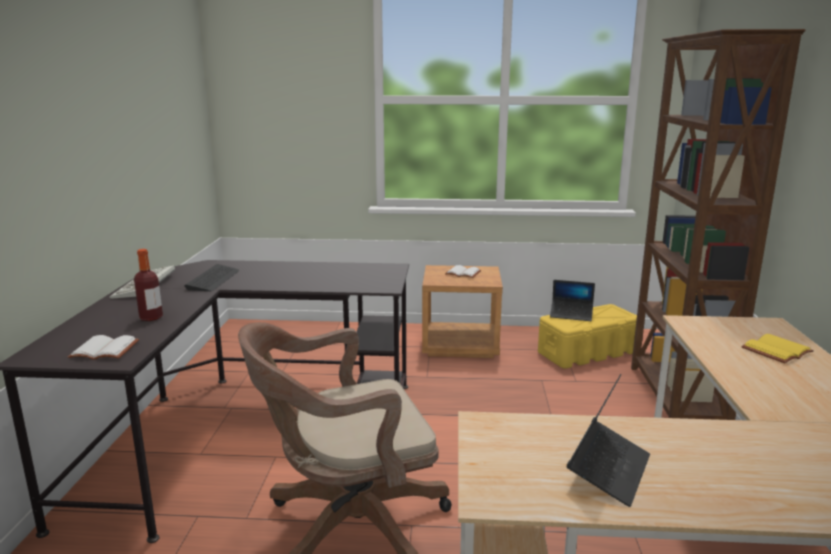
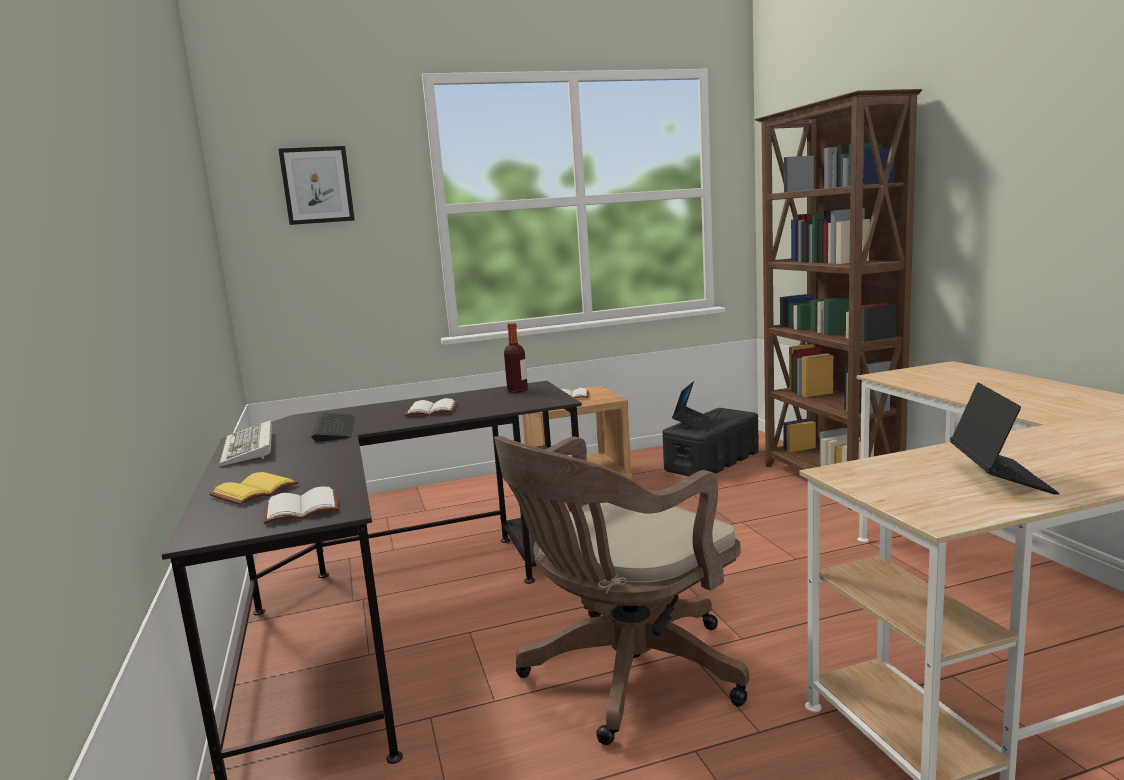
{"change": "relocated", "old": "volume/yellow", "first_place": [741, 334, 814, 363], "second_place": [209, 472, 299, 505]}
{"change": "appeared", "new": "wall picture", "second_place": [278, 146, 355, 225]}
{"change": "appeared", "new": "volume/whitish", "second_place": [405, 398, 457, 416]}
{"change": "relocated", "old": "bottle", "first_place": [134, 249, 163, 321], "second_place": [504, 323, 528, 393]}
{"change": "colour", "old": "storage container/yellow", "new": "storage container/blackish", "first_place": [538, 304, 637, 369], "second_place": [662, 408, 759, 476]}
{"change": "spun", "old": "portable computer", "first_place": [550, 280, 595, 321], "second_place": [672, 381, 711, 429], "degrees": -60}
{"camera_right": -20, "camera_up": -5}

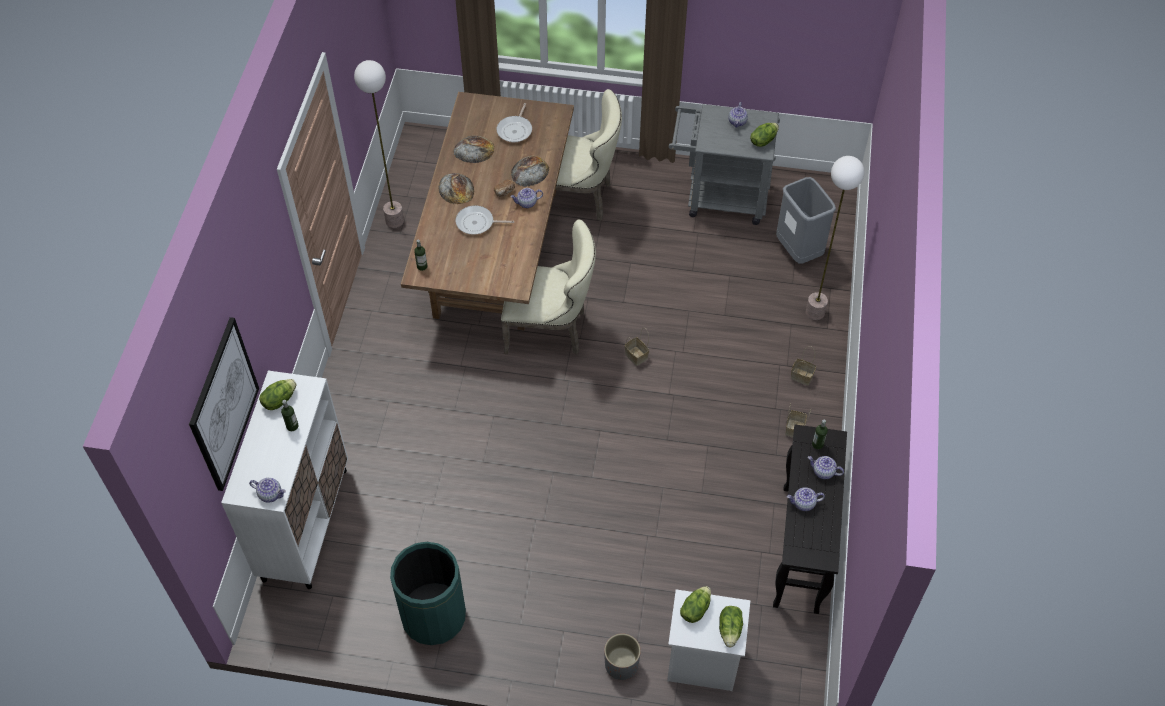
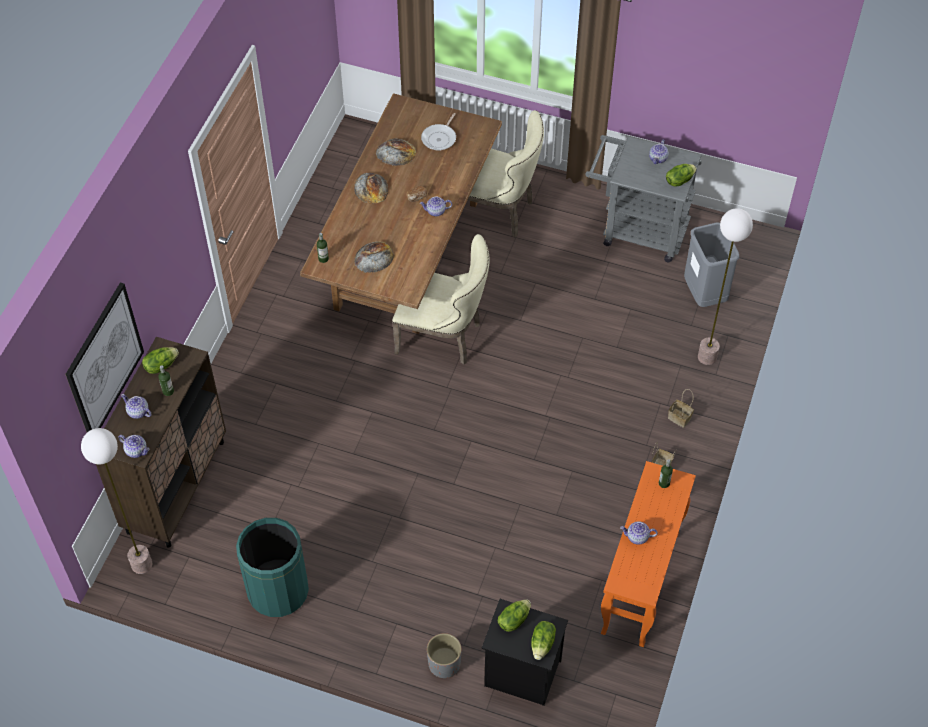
{"change": "relocated", "old": "standing lamp", "first_place": [354, 60, 404, 228], "second_place": [81, 428, 152, 574]}
{"change": "colour", "old": "cupboard/whitish", "new": "cupboard/brown-coloured", "first_place": [221, 371, 348, 589], "second_place": [96, 337, 226, 548]}
{"change": "relocated", "old": "tea pot", "first_place": [808, 456, 844, 479], "second_place": [121, 394, 152, 419]}
{"change": "relocated", "old": "bakery bread", "first_place": [511, 156, 549, 187], "second_place": [355, 241, 394, 273]}
{"change": "colour", "old": "nightstand/whitish", "new": "nightstand/blackish", "first_place": [667, 589, 750, 691], "second_place": [482, 599, 568, 706]}
{"change": "colour", "old": "console table/blackish", "new": "console table/orange", "first_place": [773, 424, 847, 614], "second_place": [601, 461, 696, 647]}
{"change": "missing", "old": "frying pan", "first_place": [456, 205, 514, 235]}
{"change": "missing", "old": "household basket", "first_place": [625, 328, 649, 366]}
{"camera_right": 10, "camera_up": 0}

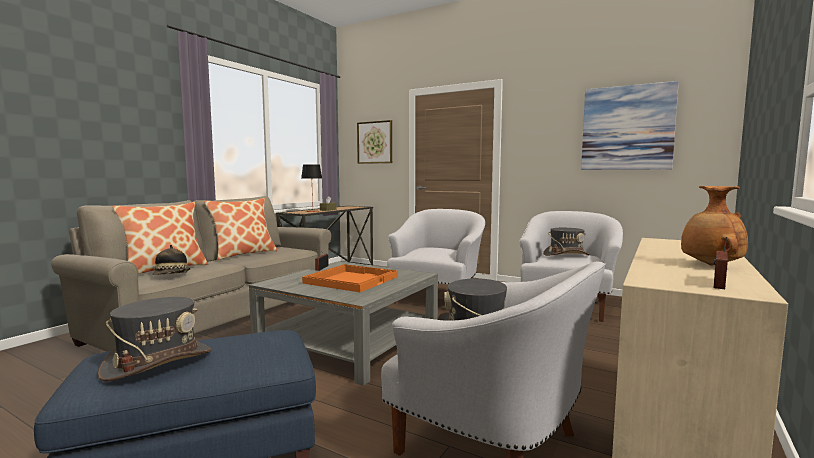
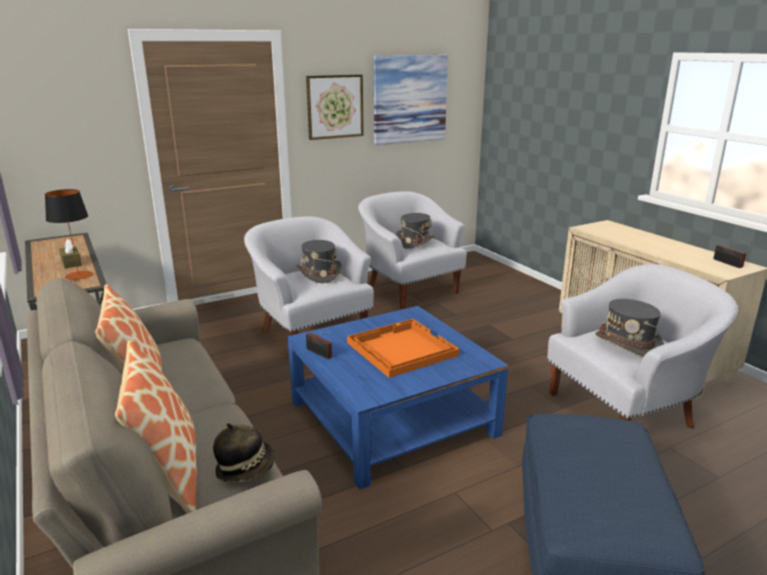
{"change": "colour", "old": "lounge table/grey", "new": "lounge table/bluish", "first_place": [249, 261, 438, 386], "second_place": [288, 306, 509, 490]}
{"change": "relocated", "old": "clothing hat/grey", "first_place": [97, 297, 212, 382], "second_place": [296, 240, 342, 283]}
{"change": "relocated", "old": "wall picture", "first_place": [357, 120, 392, 164], "second_place": [306, 74, 364, 140]}
{"change": "missing", "old": "vase/brown-coloured", "first_place": [681, 186, 748, 265]}
{"camera_right": -60, "camera_up": 15}

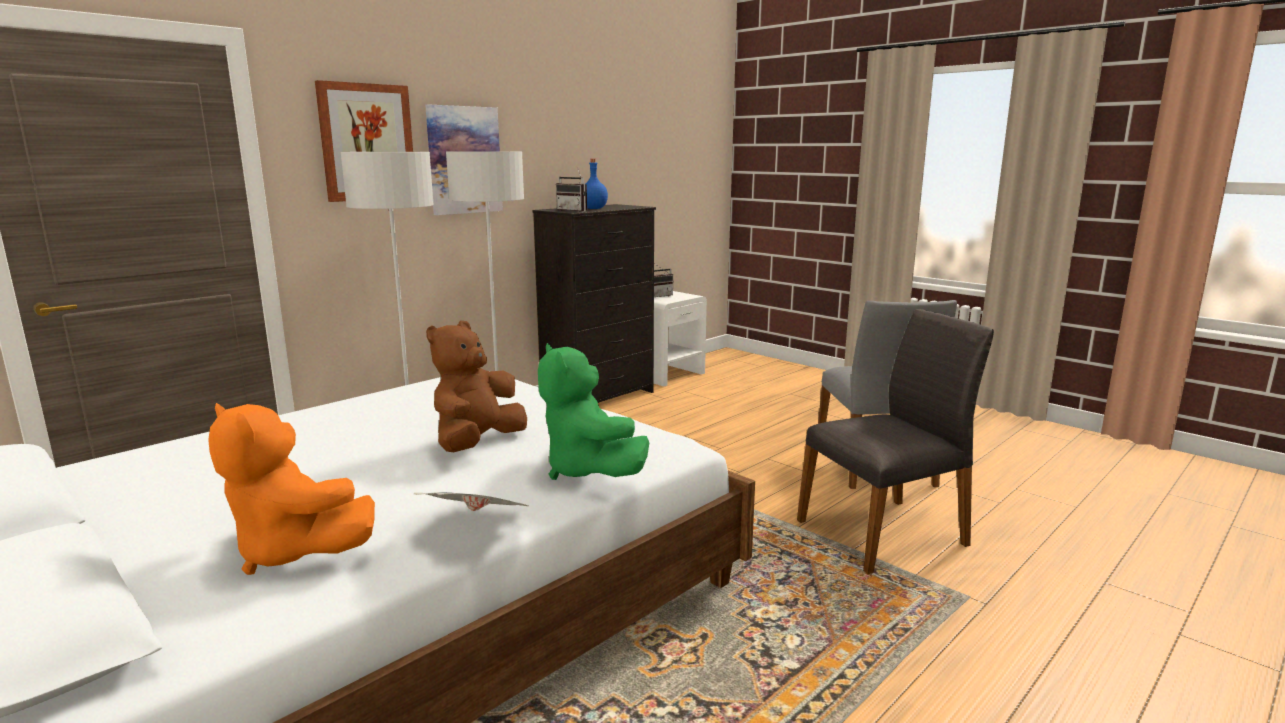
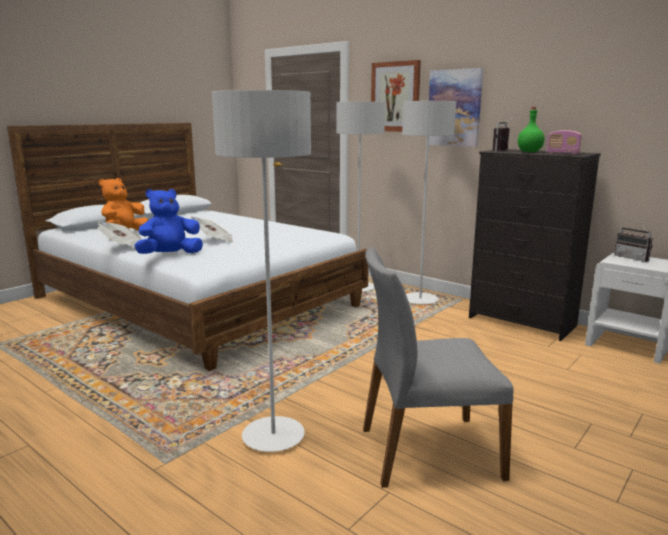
{"change": "colour", "old": "plush toy/green", "new": "plush toy/bluish", "first_place": [538, 343, 649, 480], "second_place": [134, 189, 203, 254]}
{"change": "exchanged", "old": "plush toy/brown-coloured", "new": "daily paper", "first_place": [426, 321, 527, 452], "second_place": [190, 217, 234, 243]}
{"change": "exchanged", "old": "chair/grey", "new": "standing lamp/grey", "first_place": [797, 309, 994, 574], "second_place": [212, 90, 311, 452]}
{"change": "colour", "old": "bottle/bluish", "new": "bottle/green", "first_place": [586, 159, 608, 209], "second_place": [518, 107, 544, 152]}
{"change": "appeared", "new": "radio set", "second_place": [547, 130, 582, 154]}
{"camera_right": 85, "camera_up": 0}

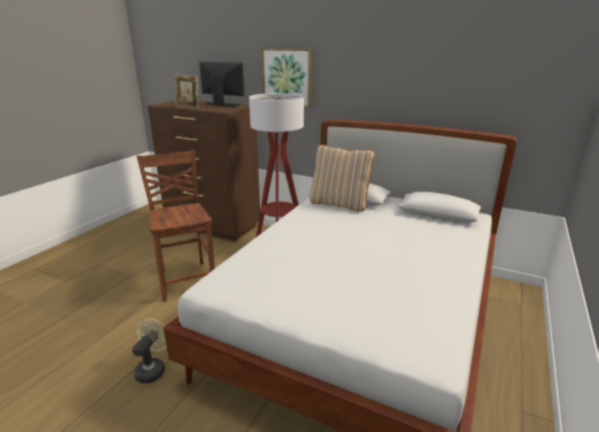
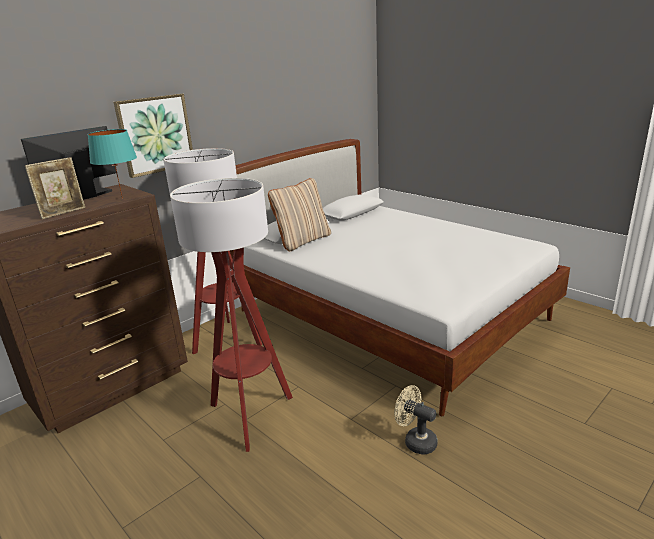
{"change": "appeared", "new": "table lamp/turquoise-coloured", "second_place": [88, 129, 137, 199]}
{"change": "exchanged", "old": "chair/brown-coloured", "new": "standing lamp", "first_place": [137, 150, 215, 302], "second_place": [170, 178, 293, 452]}
{"camera_right": -70, "camera_up": 0}

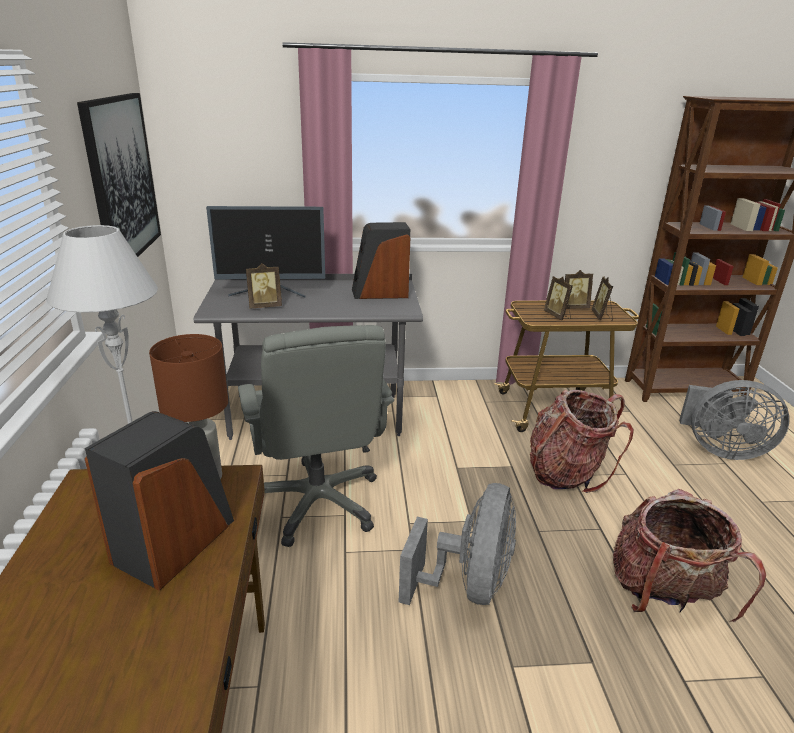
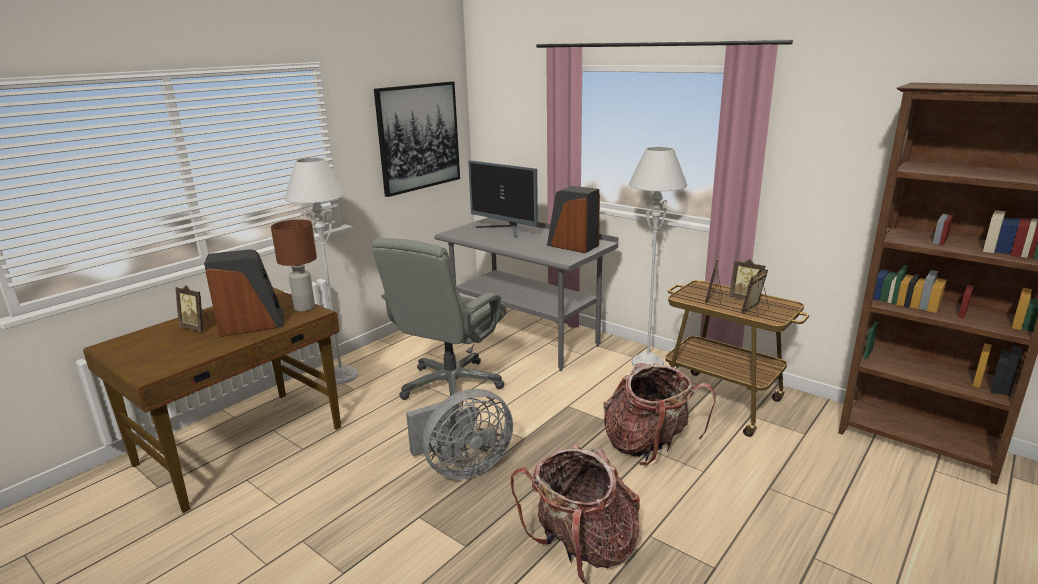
{"change": "relocated", "old": "photo frame", "first_place": [246, 263, 282, 309], "second_place": [175, 285, 212, 332]}
{"change": "appeared", "new": "standing lamp/grey", "second_place": [629, 147, 687, 366]}
{"change": "missing", "old": "electric fan/grey", "first_place": [679, 380, 789, 460]}
{"camera_right": 45, "camera_up": -5}

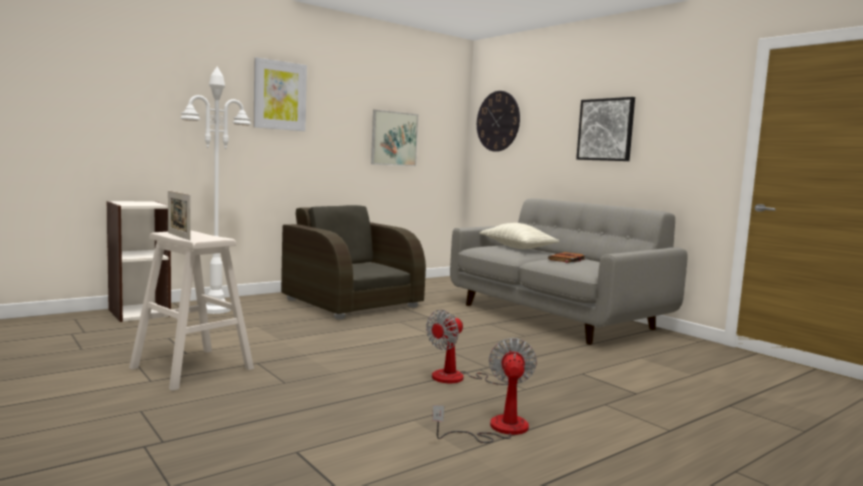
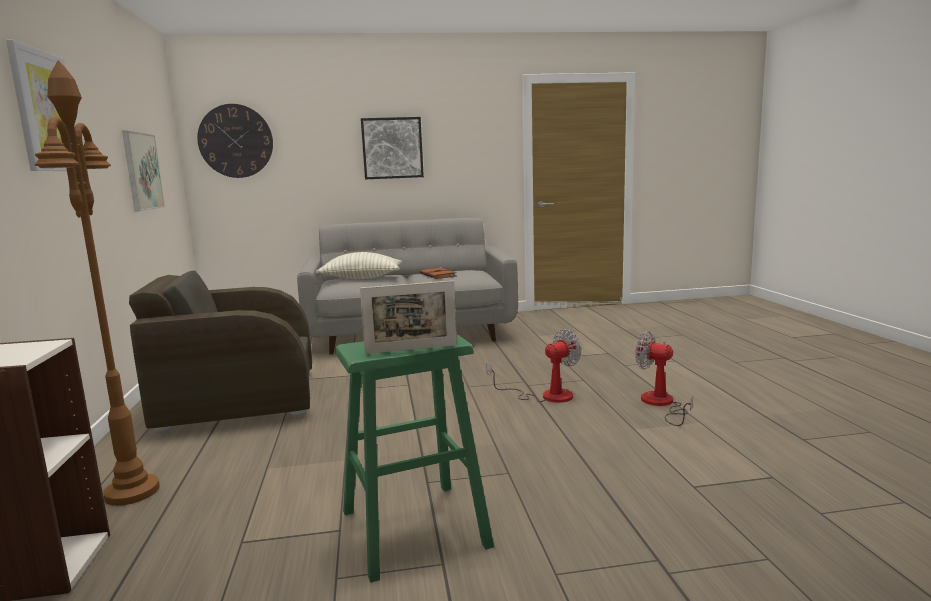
{"change": "colour", "old": "standing lamp/whitish", "new": "standing lamp/brown-coloured", "first_place": [180, 67, 251, 314], "second_place": [35, 60, 160, 506]}
{"change": "colour", "old": "sitting stool/sand-coloured", "new": "sitting stool/green", "first_place": [129, 231, 254, 391], "second_place": [335, 334, 494, 583]}
{"change": "spun", "old": "electric fan", "first_place": [426, 310, 527, 385], "second_place": [487, 329, 582, 403], "degrees": -105}
{"camera_right": -60, "camera_up": 5}

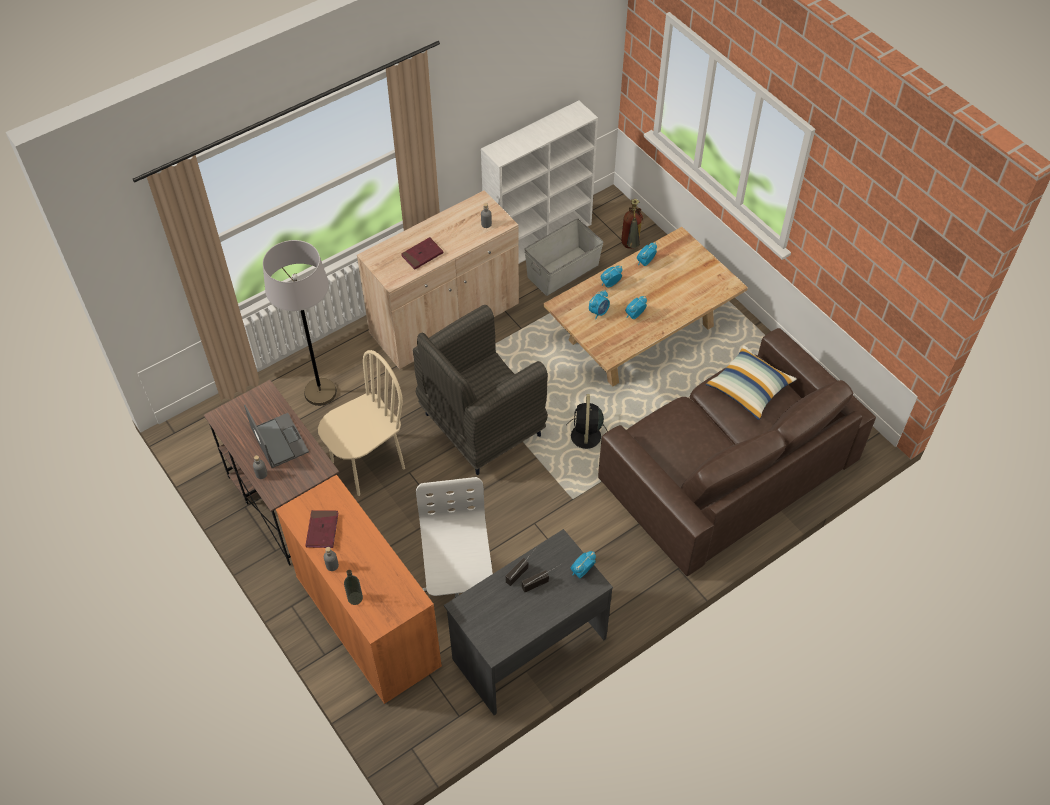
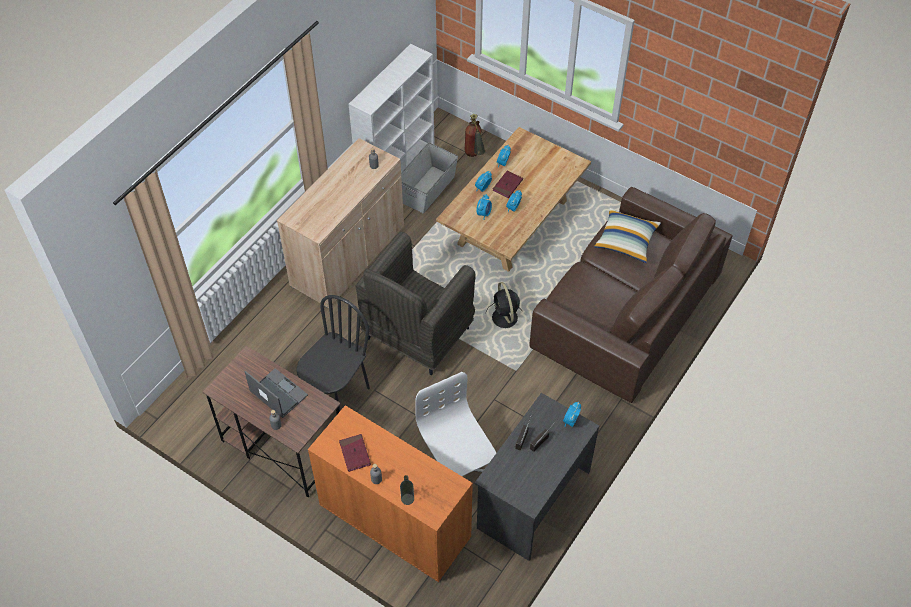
{"change": "colour", "old": "chair/sand-coloured", "new": "chair/blackish", "first_place": [318, 350, 405, 496], "second_place": [297, 295, 370, 412]}
{"change": "relocated", "old": "volume/red-coloured", "first_place": [401, 237, 443, 270], "second_place": [492, 170, 523, 198]}
{"change": "missing", "old": "standing lamp/grey", "first_place": [263, 240, 337, 406]}
{"camera_right": -20, "camera_up": 0}

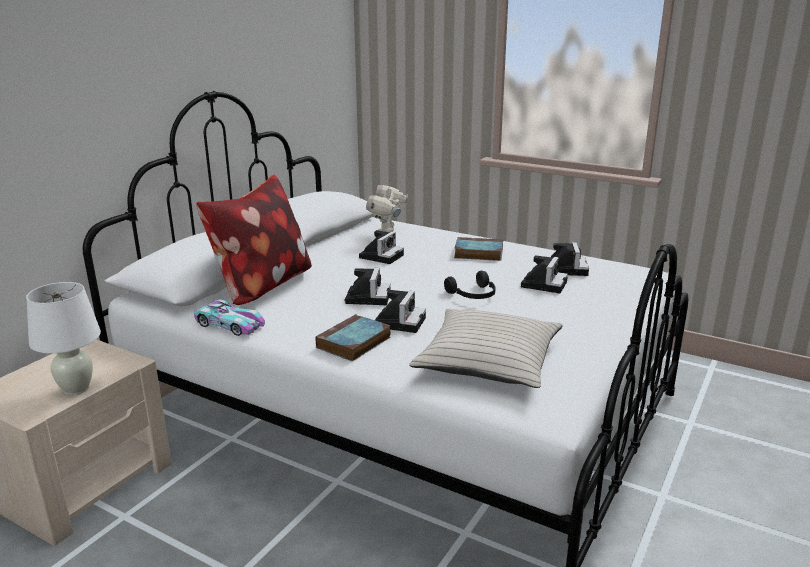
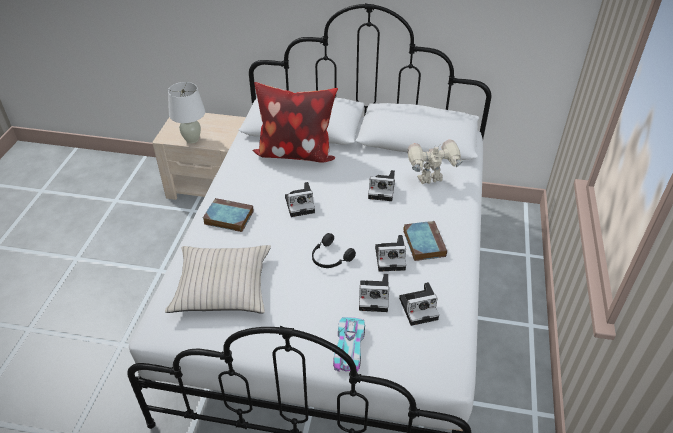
{"change": "relocated", "old": "miniature car", "first_place": [194, 299, 265, 336], "second_place": [333, 317, 365, 372]}
{"change": "relocated", "old": "still camera", "first_place": [375, 290, 426, 333], "second_place": [375, 235, 406, 272]}
{"camera_right": 70, "camera_up": 20}

